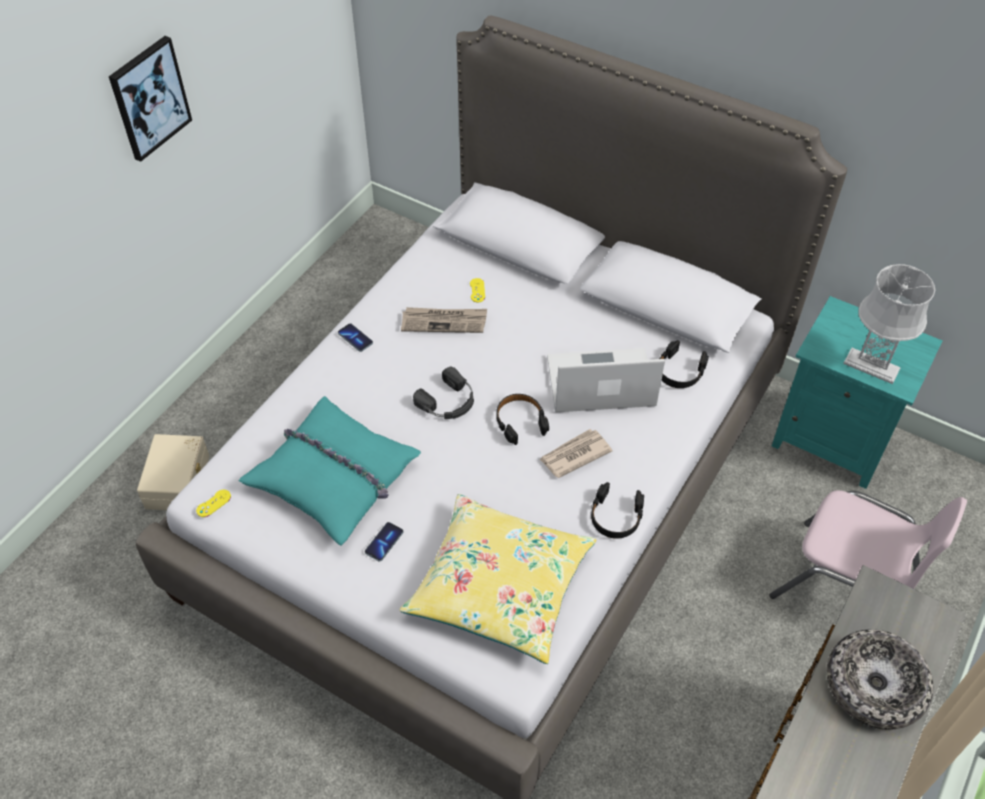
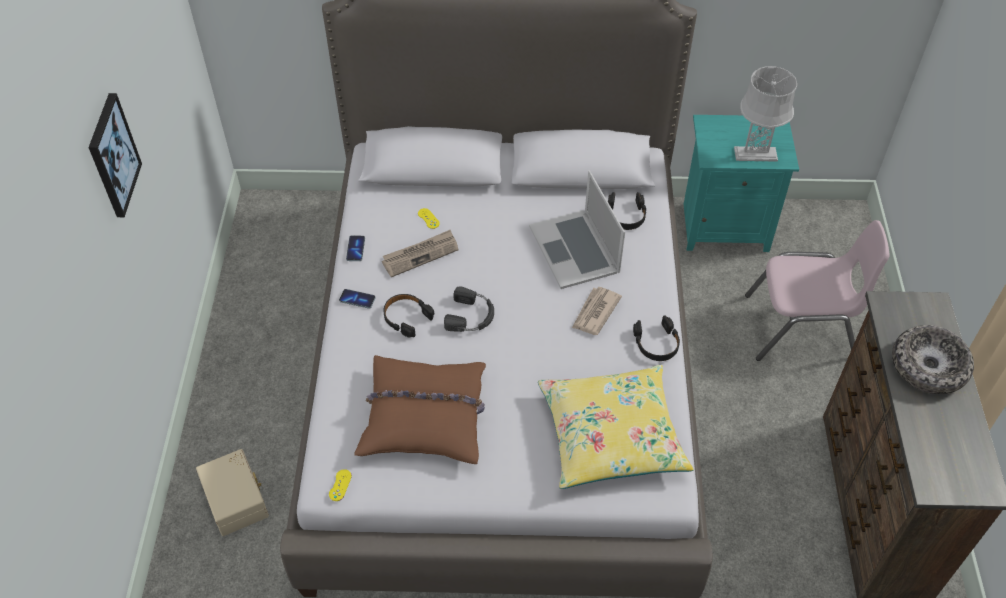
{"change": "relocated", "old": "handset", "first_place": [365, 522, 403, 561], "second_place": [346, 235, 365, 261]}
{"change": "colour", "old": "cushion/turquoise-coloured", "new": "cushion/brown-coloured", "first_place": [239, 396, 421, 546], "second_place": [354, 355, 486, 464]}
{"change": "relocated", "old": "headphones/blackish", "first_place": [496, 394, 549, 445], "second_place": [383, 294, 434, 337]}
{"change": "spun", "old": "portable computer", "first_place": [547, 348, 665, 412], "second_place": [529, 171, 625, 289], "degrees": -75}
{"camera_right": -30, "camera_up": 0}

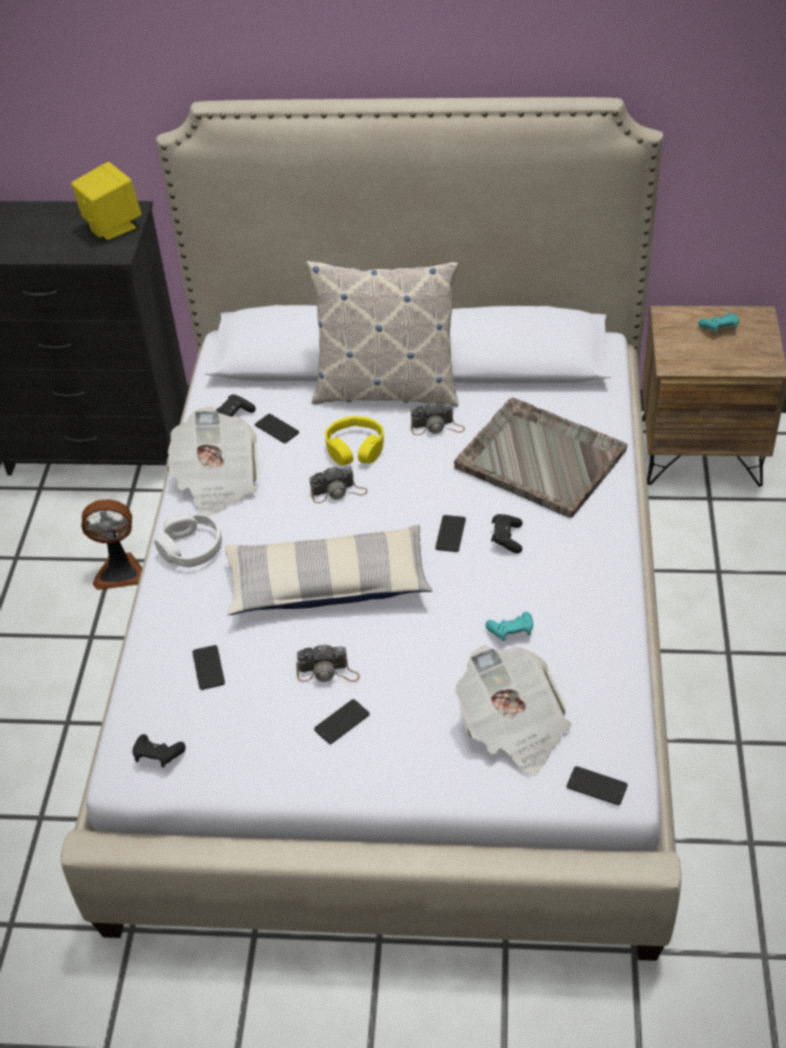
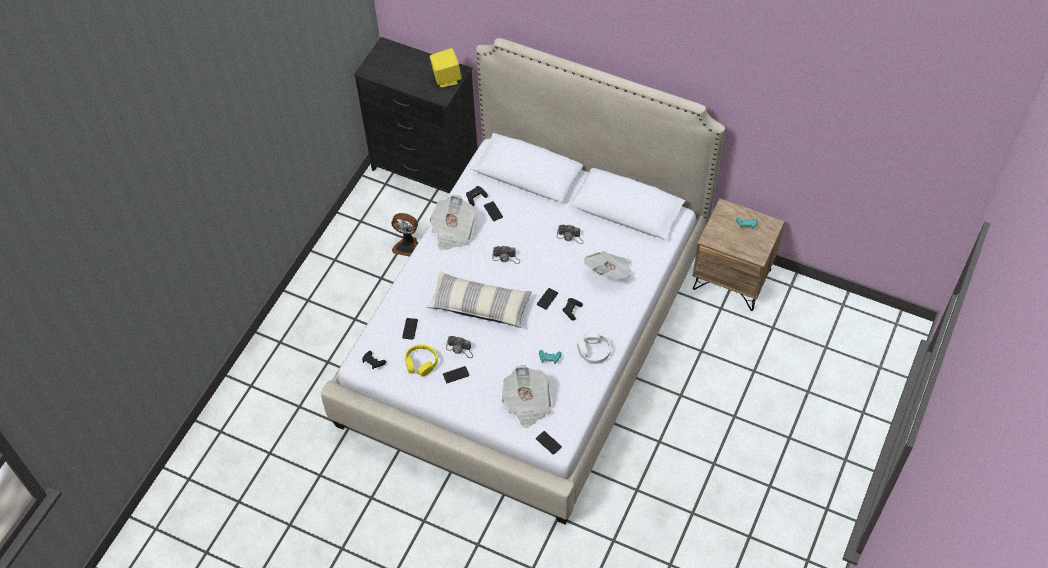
{"change": "relocated", "old": "headphones/yellow", "first_place": [325, 416, 384, 466], "second_place": [405, 344, 438, 376]}
{"change": "relocated", "old": "headphones/whitish", "first_place": [154, 512, 222, 568], "second_place": [577, 332, 611, 364]}
{"change": "exchanged", "old": "tray/grey", "new": "daily paper", "first_place": [454, 398, 627, 518], "second_place": [584, 251, 632, 279]}
{"change": "missing", "old": "cushion", "first_place": [307, 260, 458, 407]}
{"camera_right": 20, "camera_up": 10}

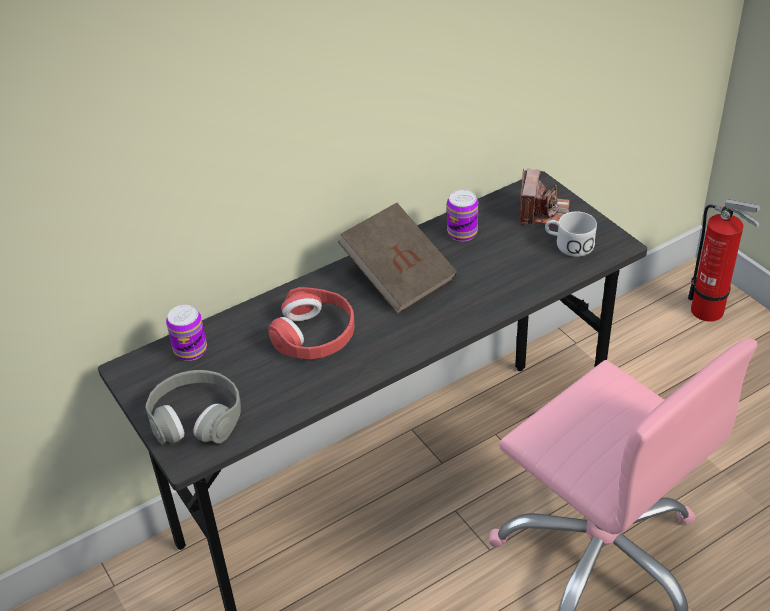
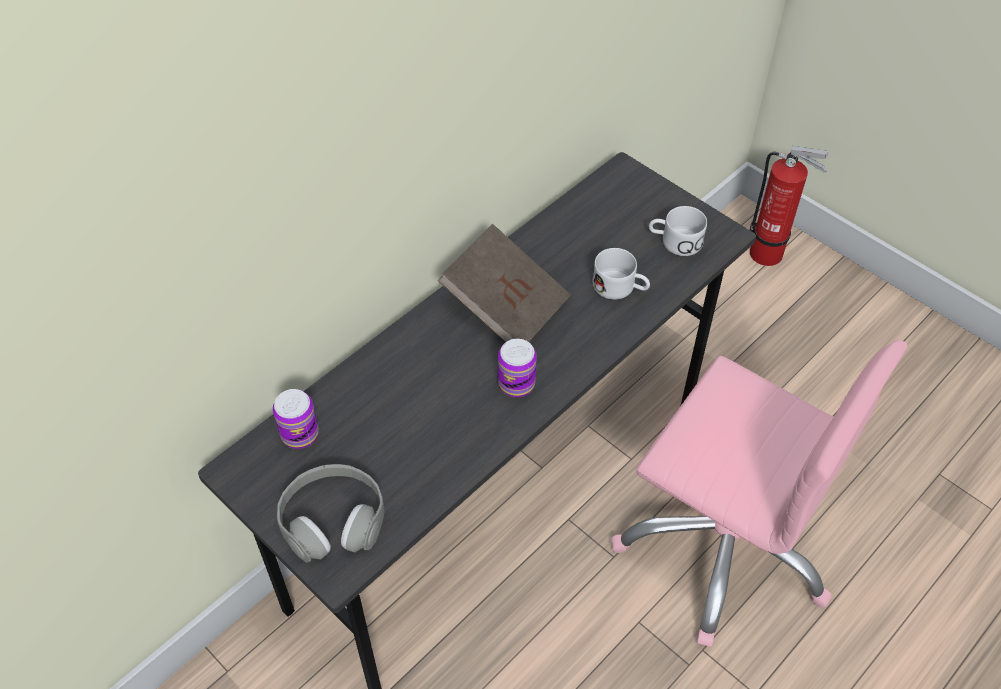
{"change": "relocated", "old": "sealed can", "first_place": [447, 190, 478, 241], "second_place": [498, 339, 537, 397]}
{"change": "appeared", "new": "tea mug/whitish", "second_place": [593, 248, 650, 300]}
{"change": "missing", "old": "headphones/red-coloured", "first_place": [268, 287, 355, 360]}
{"change": "missing", "old": "still camera", "first_place": [519, 169, 570, 225]}
{"camera_right": -15, "camera_up": 10}

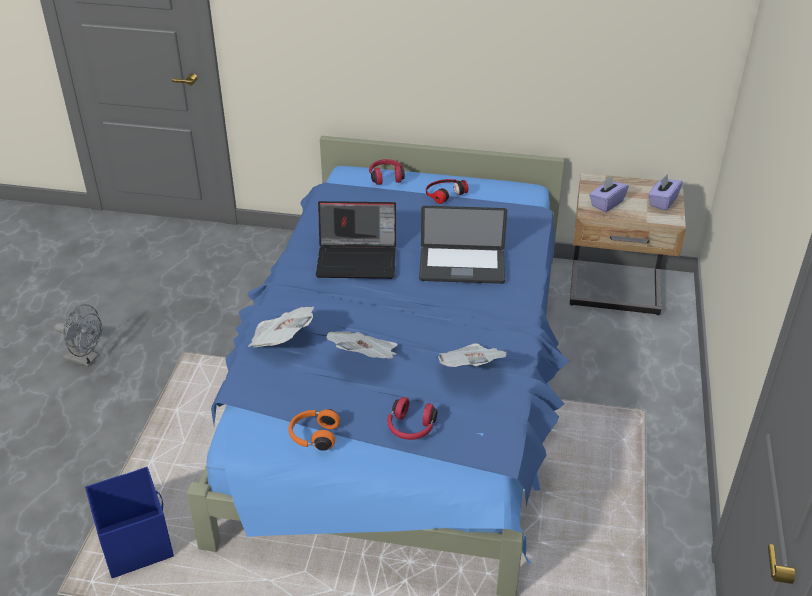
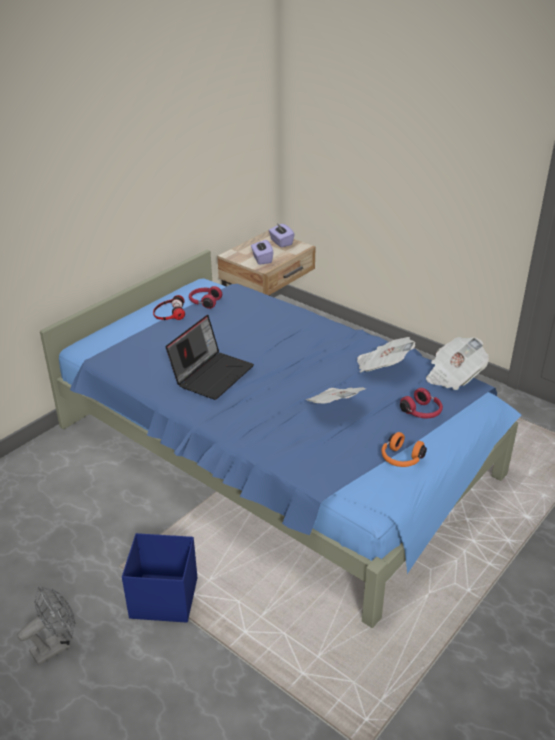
{"change": "relocated", "old": "storage container/bluish", "first_place": [85, 467, 174, 578], "second_place": [122, 533, 197, 623]}
{"change": "relocated", "old": "headphones/red-coloured", "first_place": [369, 159, 405, 185], "second_place": [189, 286, 222, 309]}
{"change": "relocated", "old": "daily paper", "first_place": [248, 307, 314, 347], "second_place": [426, 337, 489, 390]}
{"change": "missing", "old": "portable computer", "first_place": [419, 206, 507, 284]}
{"camera_right": -60, "camera_up": -5}

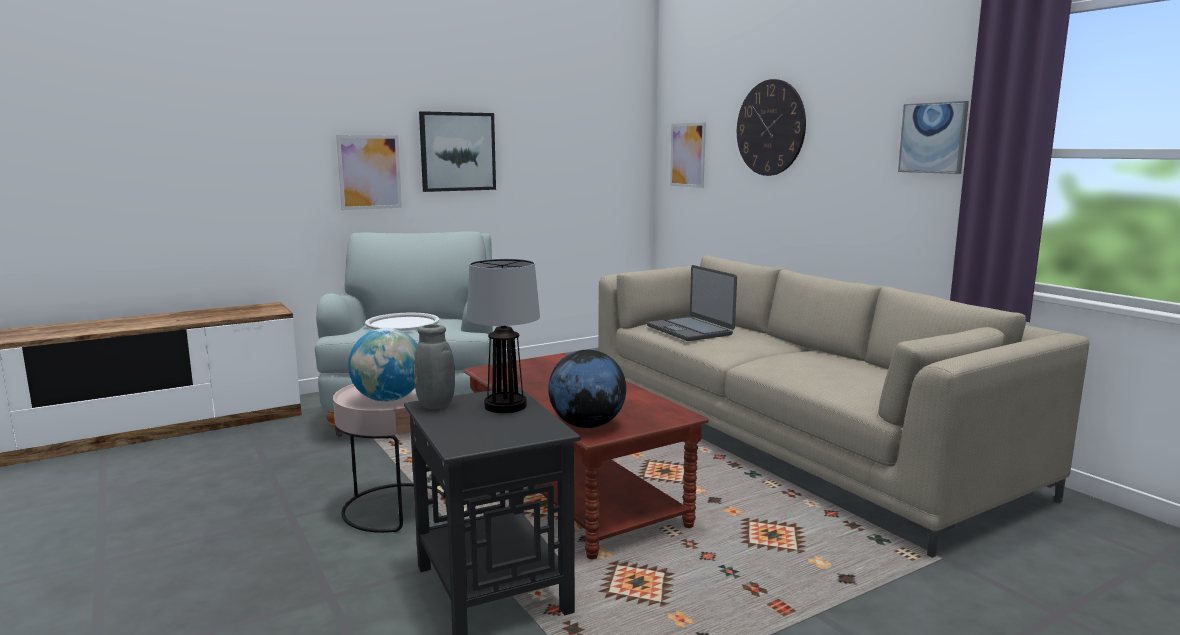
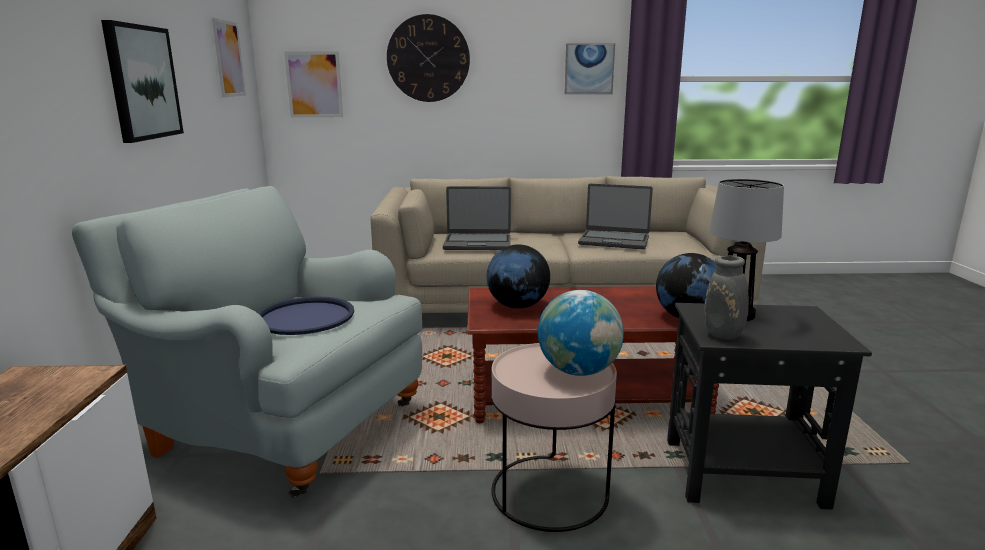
{"change": "relocated", "old": "wall picture", "first_place": [336, 135, 402, 210], "second_place": [212, 18, 246, 97]}
{"change": "colour", "old": "tray/whitish", "new": "tray/bluish", "first_place": [365, 313, 439, 331], "second_place": [257, 297, 354, 335]}
{"change": "appeared", "new": "desk globe", "second_place": [487, 244, 550, 309]}
{"change": "appeared", "new": "portable computer", "second_place": [578, 184, 653, 249]}
{"camera_right": -60, "camera_up": 5}

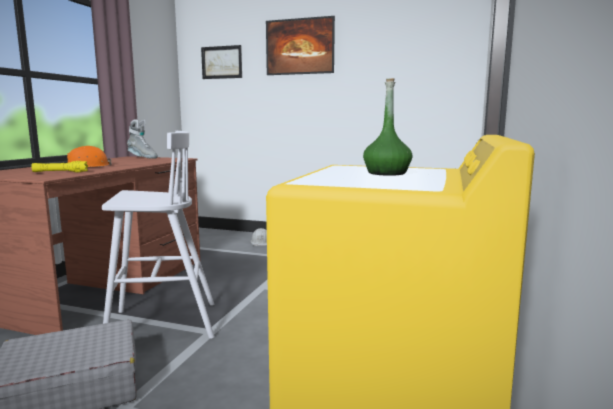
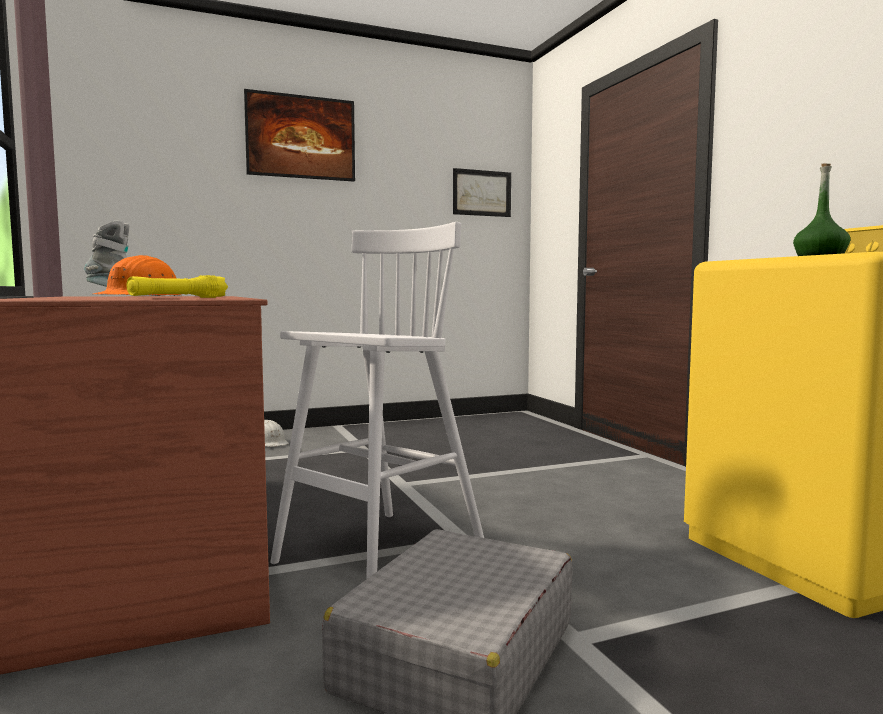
{"change": "relocated", "old": "wall picture", "first_place": [201, 45, 242, 79], "second_place": [453, 168, 511, 217]}
{"camera_right": -40, "camera_up": -5}

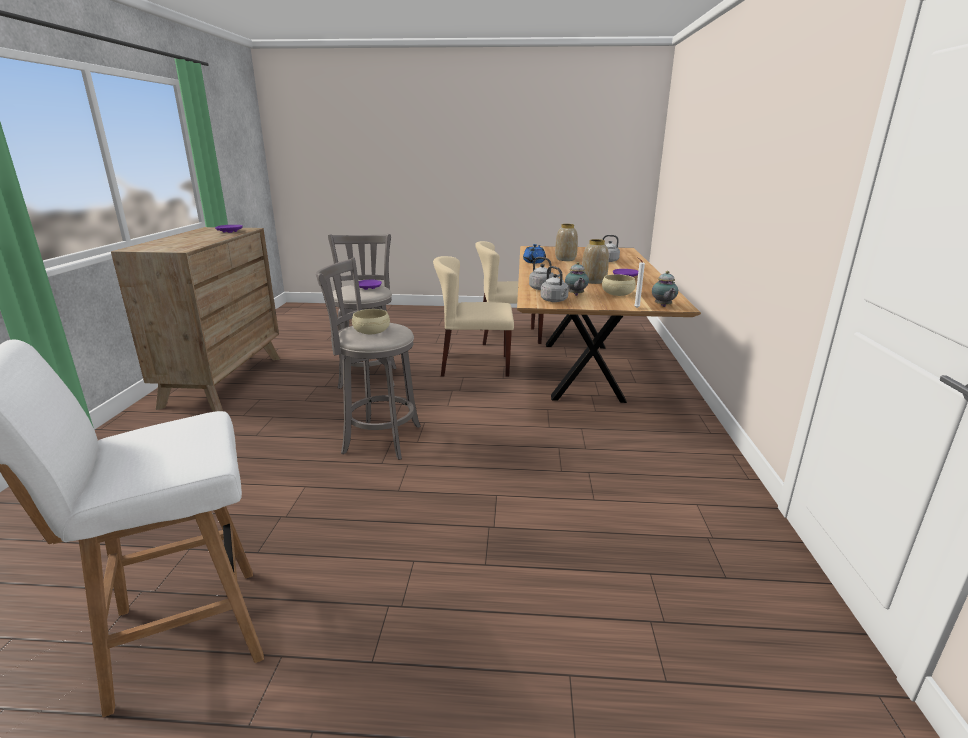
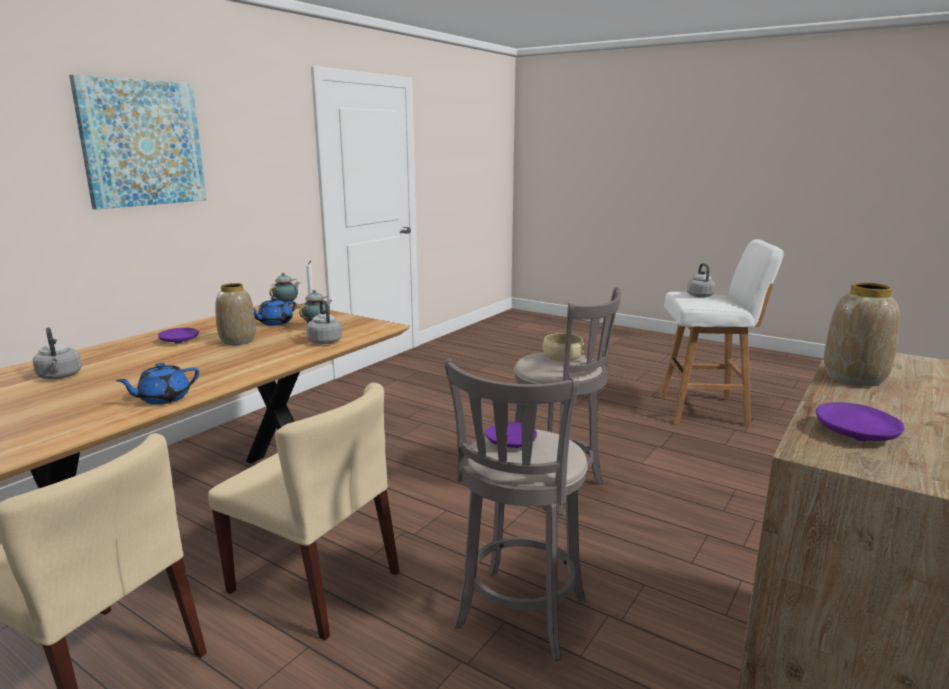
{"change": "appeared", "new": "wall picture", "second_place": [69, 74, 207, 209]}
{"change": "exchanged", "old": "serving bowl/sand-coloured", "new": "tea pot/bluish", "first_place": [602, 274, 636, 296], "second_place": [253, 297, 296, 326]}
{"change": "relocated", "old": "water kettle/grey", "first_place": [540, 266, 569, 302], "second_place": [687, 263, 715, 298]}
{"change": "relocated", "old": "vase", "first_place": [555, 224, 578, 261], "second_place": [824, 282, 900, 387]}
{"camera_right": -150, "camera_up": -5}

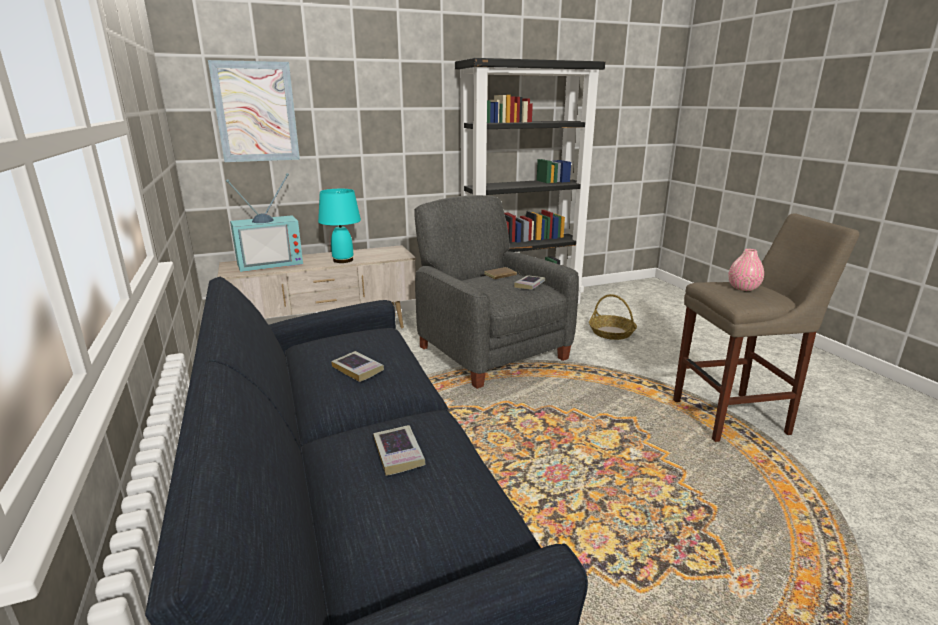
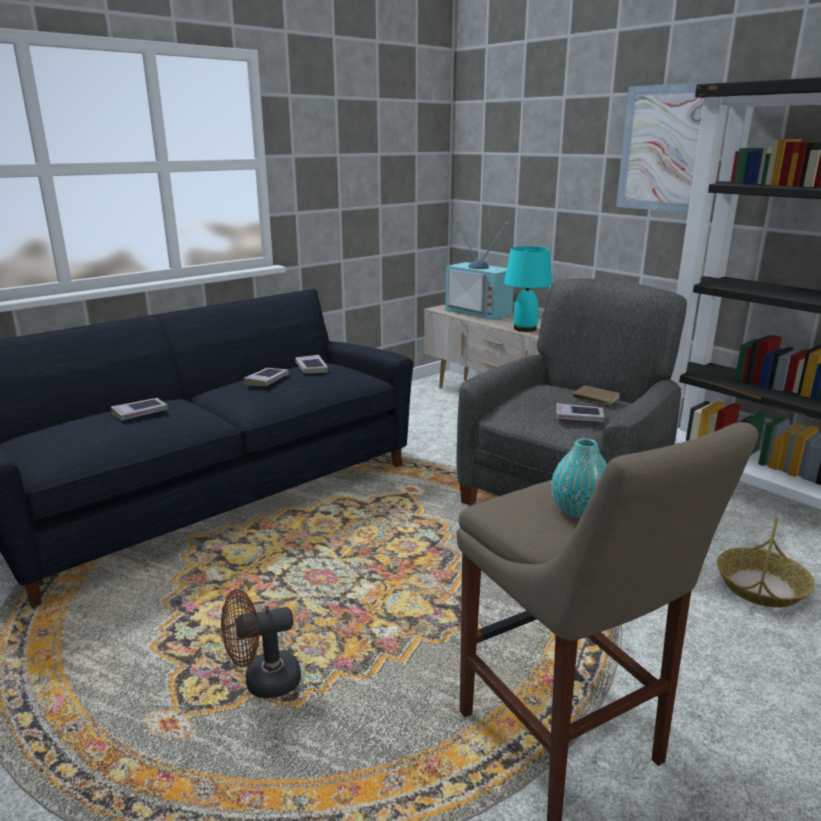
{"change": "appeared", "new": "electric fan/brown-coloured", "second_place": [221, 589, 301, 698]}
{"change": "appeared", "new": "volume", "second_place": [295, 355, 328, 373]}
{"change": "colour", "old": "vase/pink-coloured", "new": "vase/turquoise-coloured", "first_place": [728, 249, 764, 291], "second_place": [551, 438, 607, 518]}
{"change": "relocated", "old": "wall picture", "first_place": [208, 60, 300, 162], "second_place": [616, 81, 719, 213]}
{"camera_right": 70, "camera_up": 0}

